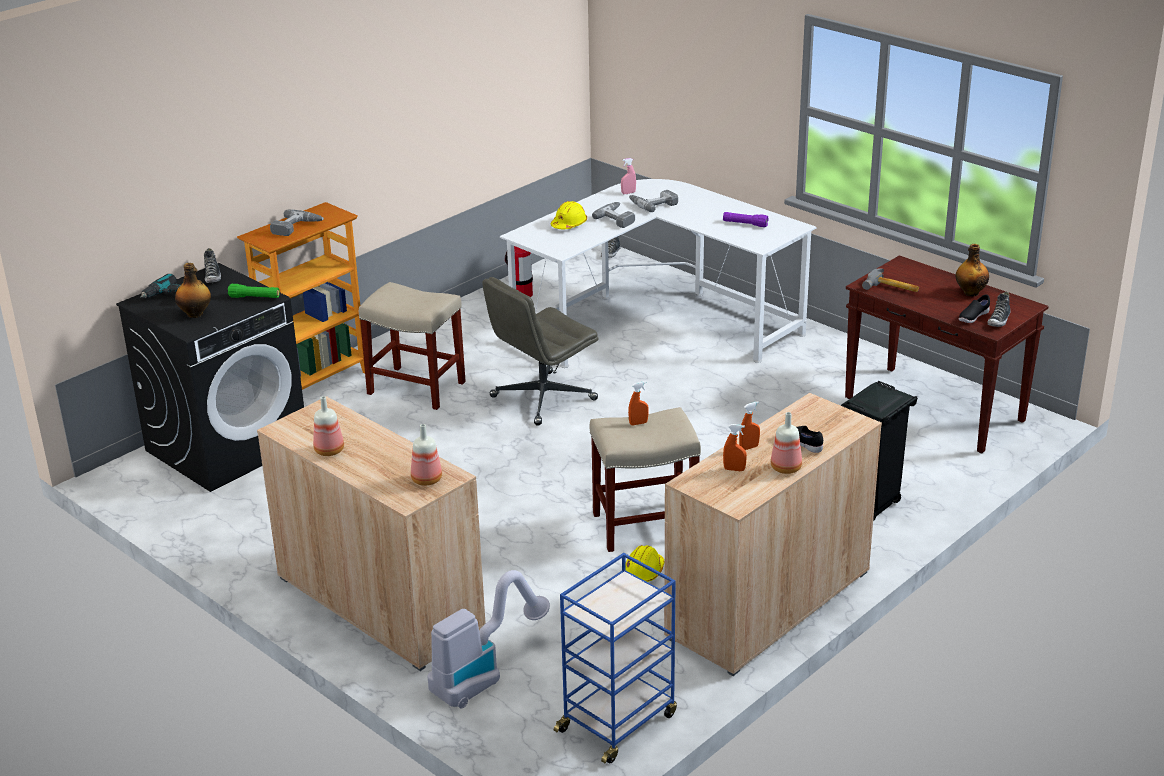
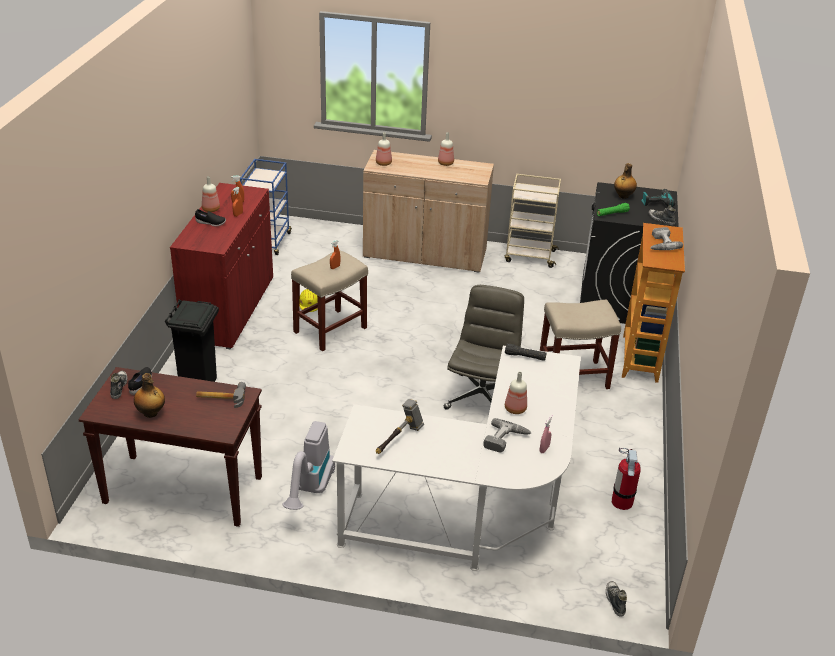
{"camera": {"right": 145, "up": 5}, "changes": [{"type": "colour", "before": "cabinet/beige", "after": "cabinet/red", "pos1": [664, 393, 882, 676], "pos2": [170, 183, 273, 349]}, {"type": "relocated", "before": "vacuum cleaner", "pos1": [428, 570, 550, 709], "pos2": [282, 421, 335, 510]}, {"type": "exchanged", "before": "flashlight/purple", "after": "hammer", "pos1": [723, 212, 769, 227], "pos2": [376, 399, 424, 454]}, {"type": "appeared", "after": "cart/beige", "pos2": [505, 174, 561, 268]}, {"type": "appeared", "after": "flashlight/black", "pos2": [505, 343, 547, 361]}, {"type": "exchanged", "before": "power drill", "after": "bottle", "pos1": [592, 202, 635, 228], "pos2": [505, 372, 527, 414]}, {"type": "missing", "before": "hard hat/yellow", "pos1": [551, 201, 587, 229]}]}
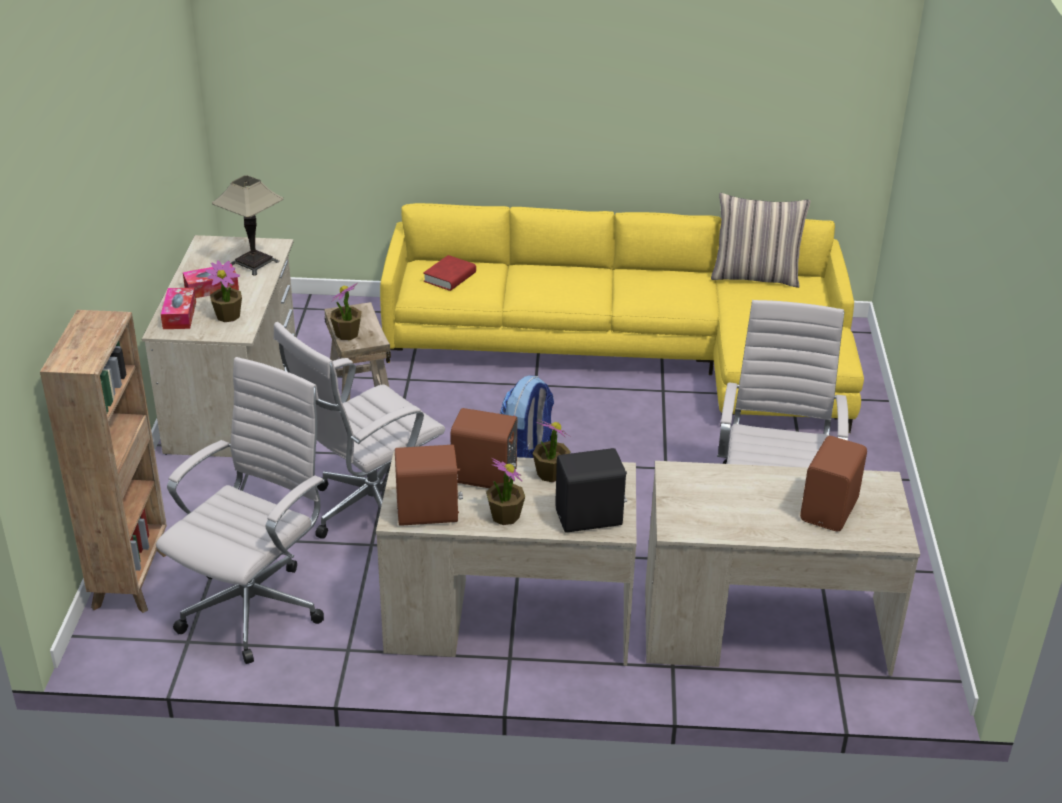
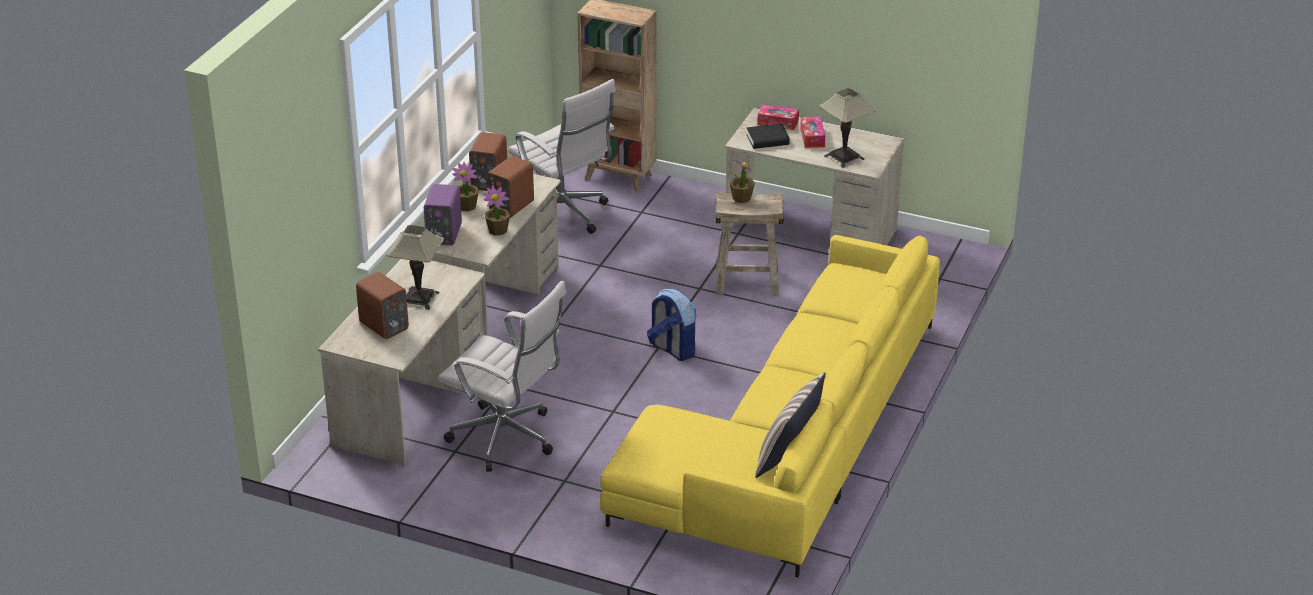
{"camera": {"right": 110, "up": 0}, "changes": [{"type": "appeared", "after": "table lamp", "pos2": [386, 225, 444, 310]}, {"type": "colour", "before": "speaker/black", "after": "speaker/purple", "pos1": [555, 448, 627, 533], "pos2": [424, 184, 462, 245]}, {"type": "exchanged", "before": "potted plant", "after": "book/black", "pos1": [206, 260, 242, 322], "pos2": [746, 124, 790, 149]}, {"type": "missing", "before": "office chair/white", "pos1": [274, 322, 445, 539]}, {"type": "missing", "before": "book/red", "pos1": [423, 255, 476, 291]}]}
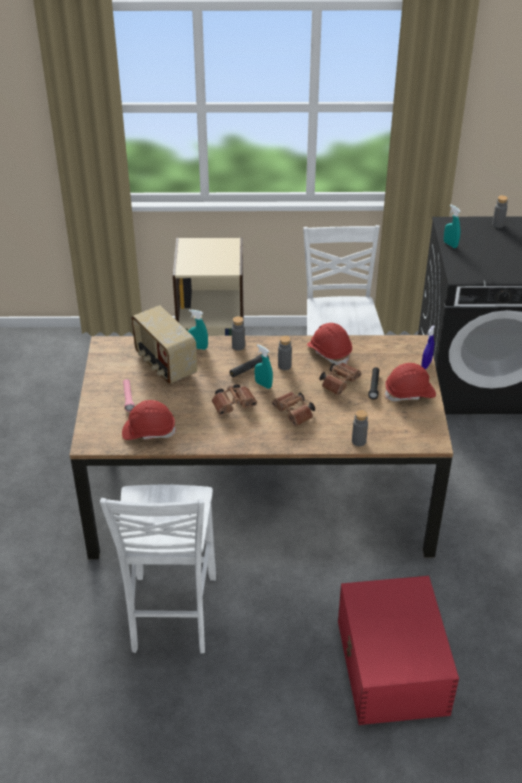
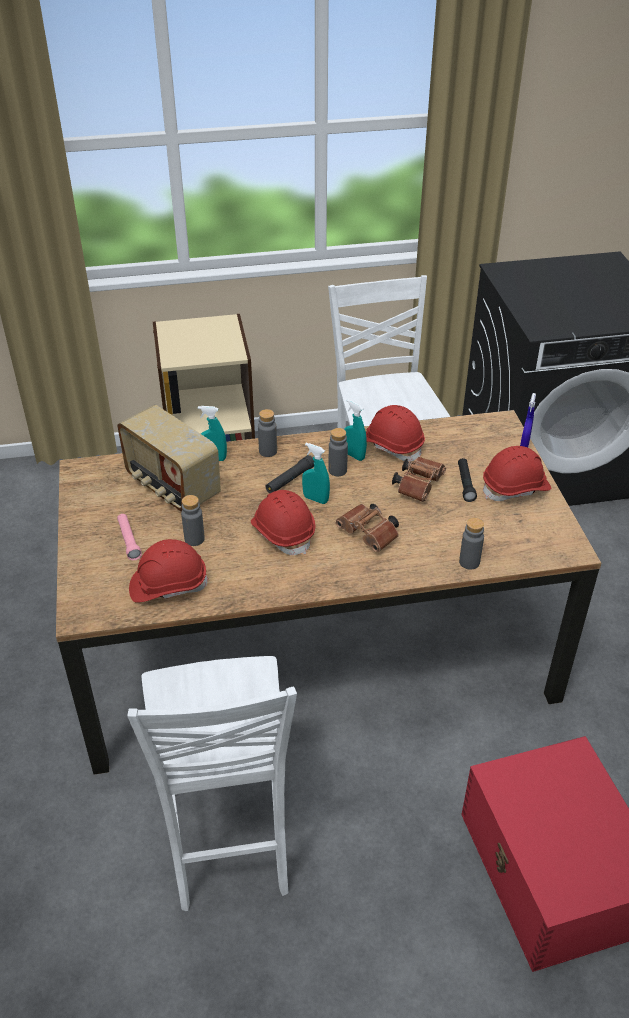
{"camera": {"right": -10, "up": 0}, "changes": [{"type": "relocated", "before": "bottle/grey", "pos1": [492, 195, 508, 228], "pos2": [181, 495, 205, 546]}, {"type": "exchanged", "before": "binoculars/brown", "after": "hard hat/red", "pos1": [212, 384, 257, 415], "pos2": [251, 490, 315, 555]}, {"type": "relocated", "before": "spray bottle/turquoise", "pos1": [444, 204, 461, 248], "pos2": [344, 399, 367, 461]}]}
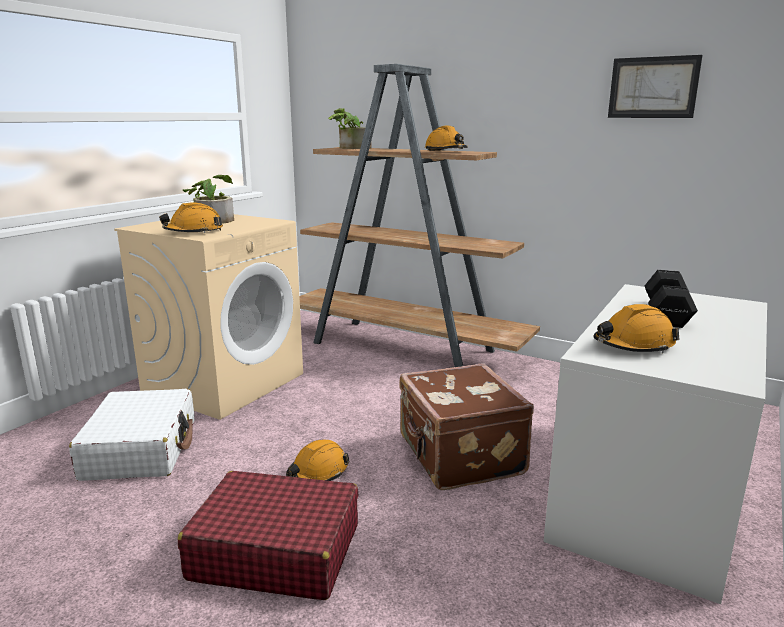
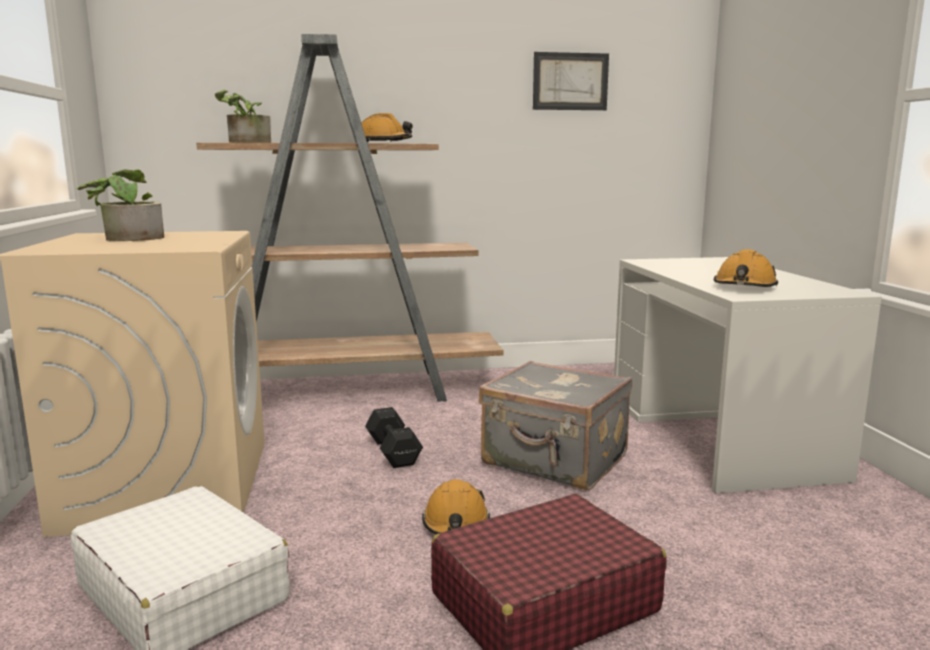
{"camera": {"right": -40, "up": -5}, "changes": [{"type": "relocated", "before": "dumbbell/black", "pos1": [645, 270, 698, 328], "pos2": [365, 407, 423, 468]}, {"type": "colour", "before": "suitcase/brown", "after": "suitcase/grey", "pos1": [399, 363, 534, 490], "pos2": [479, 361, 632, 490]}, {"type": "missing", "before": "hard hat/orange", "pos1": [159, 202, 223, 233]}]}
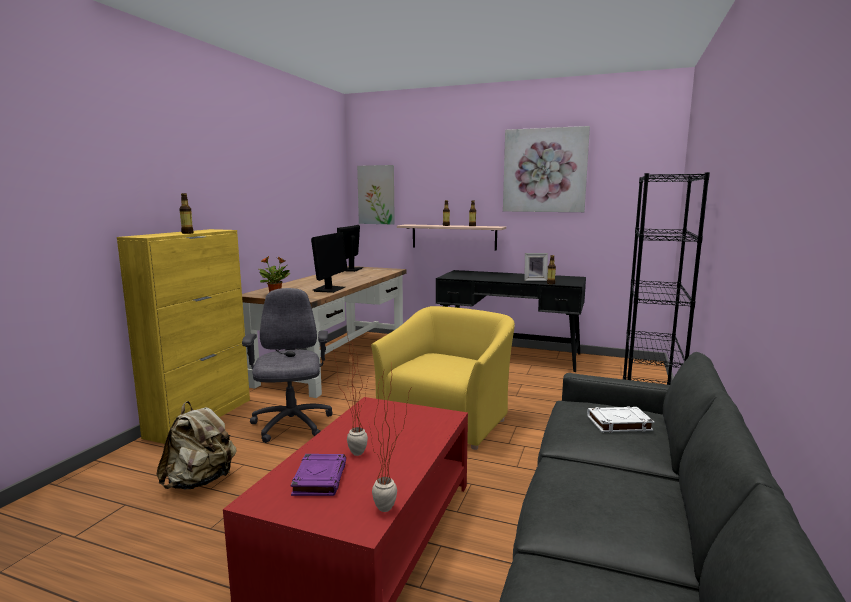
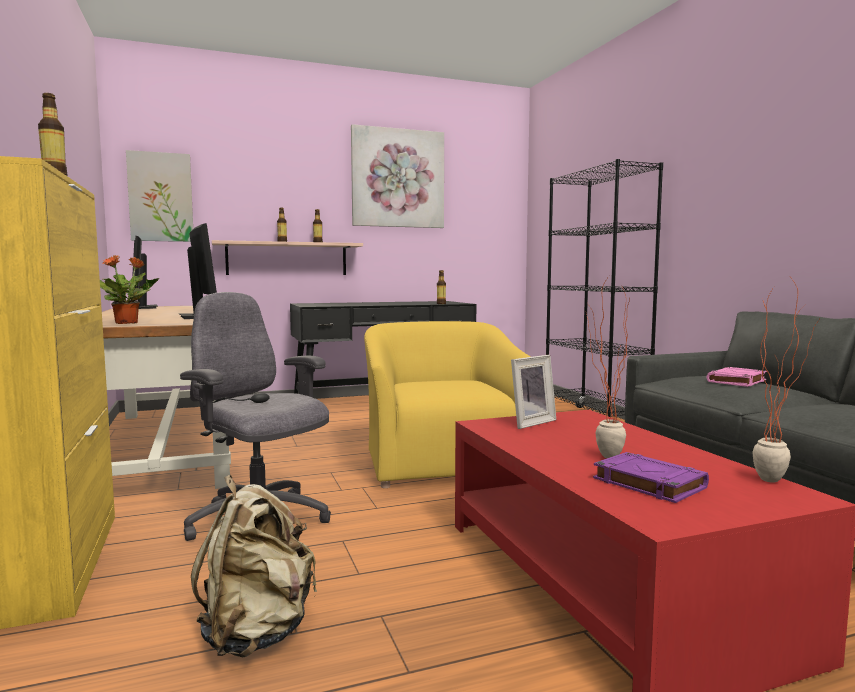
{"camera": {"right": -40, "up": -5}, "changes": [{"type": "relocated", "before": "picture frame", "pos1": [524, 253, 548, 281], "pos2": [511, 355, 556, 429]}, {"type": "colour", "before": "book/white", "after": "book/pink", "pos1": [587, 406, 654, 432], "pos2": [707, 367, 767, 387]}]}
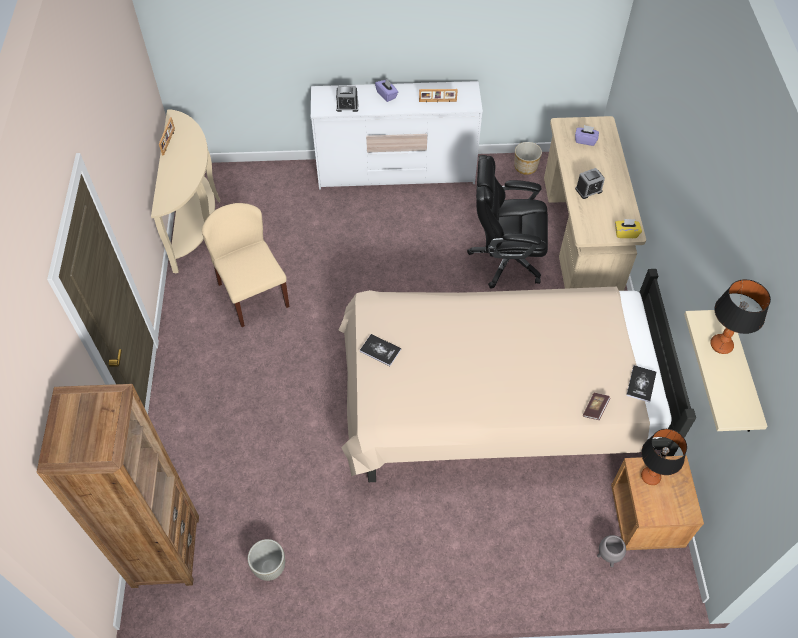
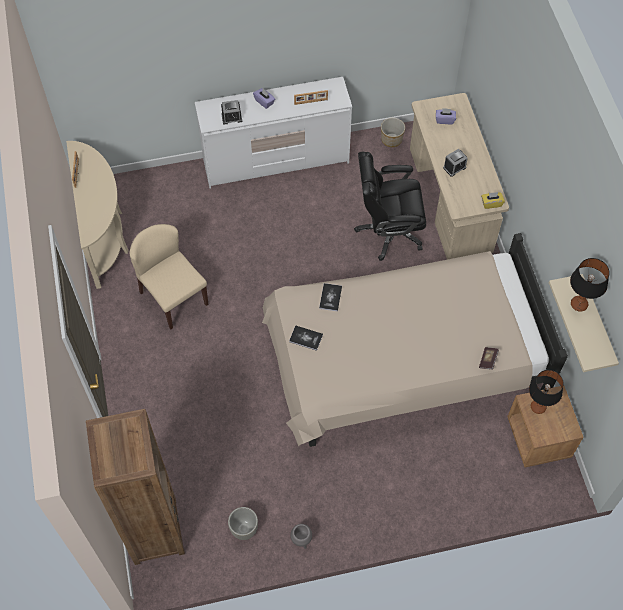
{"camera": {"right": -10, "up": 5}, "changes": [{"type": "relocated", "before": "planter/grey", "pos1": [597, 535, 626, 567], "pos2": [291, 524, 312, 549]}, {"type": "relocated", "before": "book", "pos1": [626, 365, 656, 402], "pos2": [319, 283, 342, 311]}]}
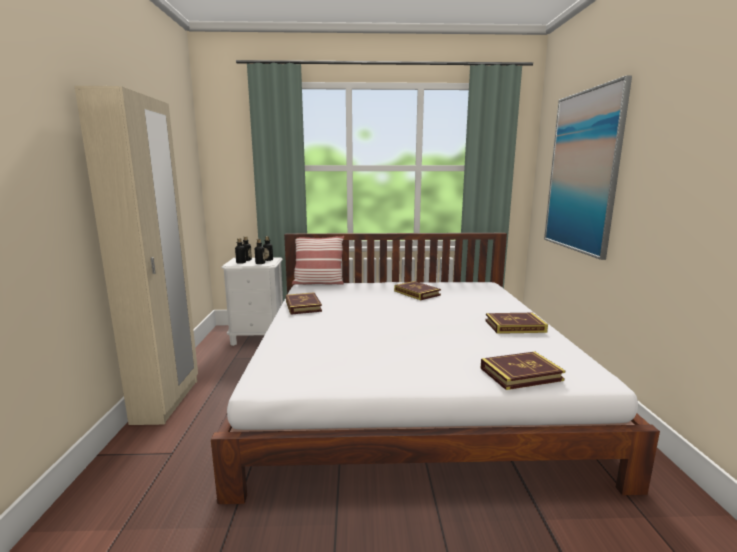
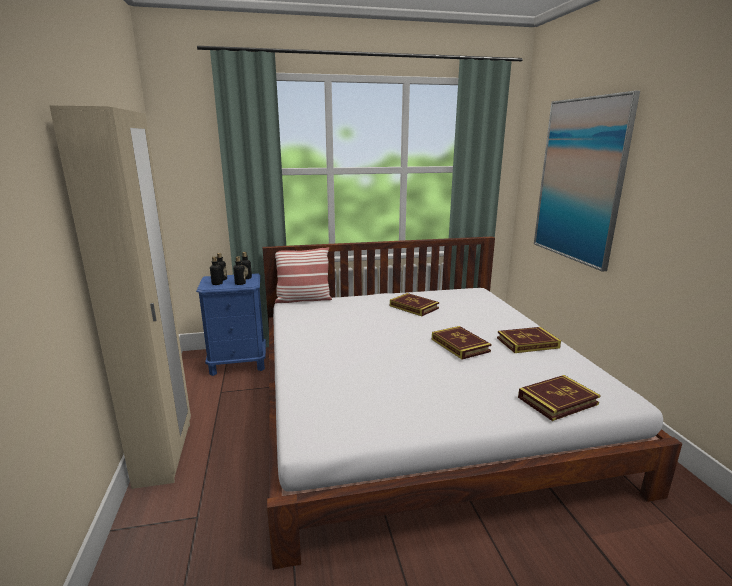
{"camera": {"right": -10, "up": 5}, "changes": [{"type": "colour", "before": "nightstand/white", "after": "nightstand/blue", "pos1": [221, 258, 283, 346], "pos2": [196, 273, 266, 376]}, {"type": "relocated", "before": "book", "pos1": [286, 292, 322, 315], "pos2": [432, 326, 491, 359]}]}
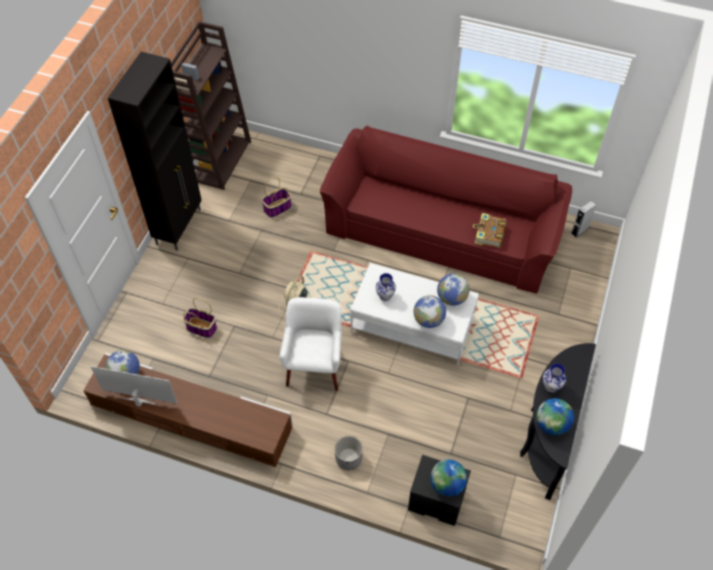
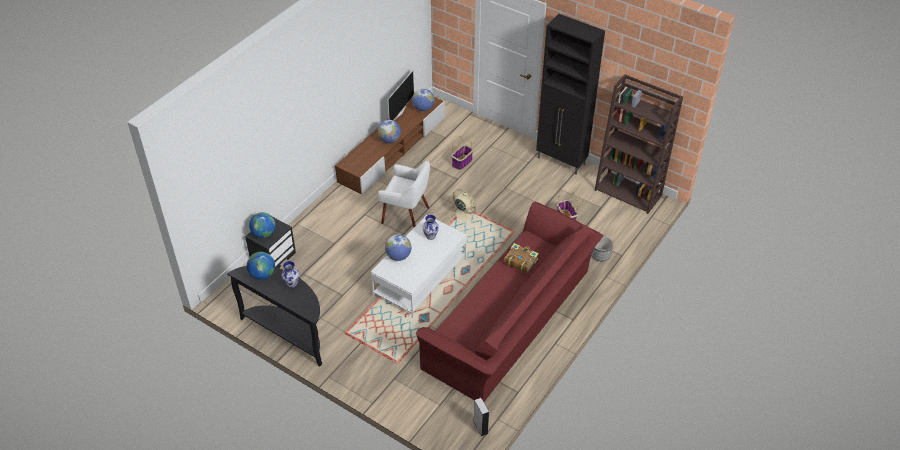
{"camera": {"right": 105, "up": -10}, "changes": [{"type": "relocated", "before": "globe", "pos1": [437, 274, 470, 306], "pos2": [378, 120, 401, 143]}, {"type": "relocated", "before": "book", "pos1": [473, 213, 507, 248], "pos2": [504, 243, 539, 273]}, {"type": "relocated", "before": "planter", "pos1": [334, 436, 363, 470], "pos2": [591, 236, 613, 261]}]}
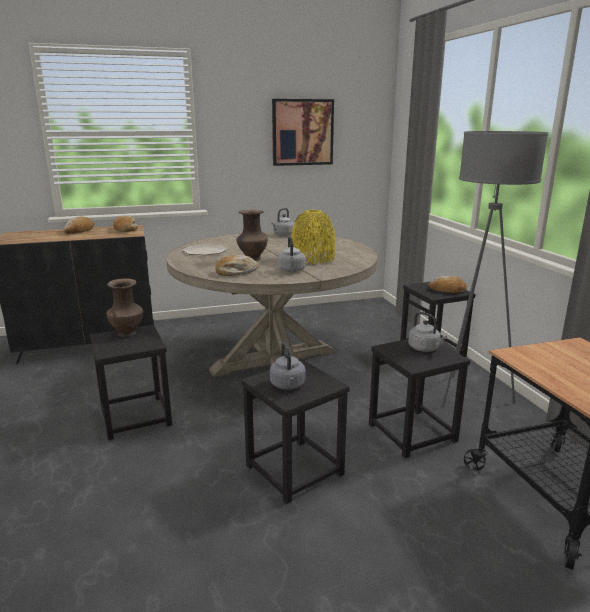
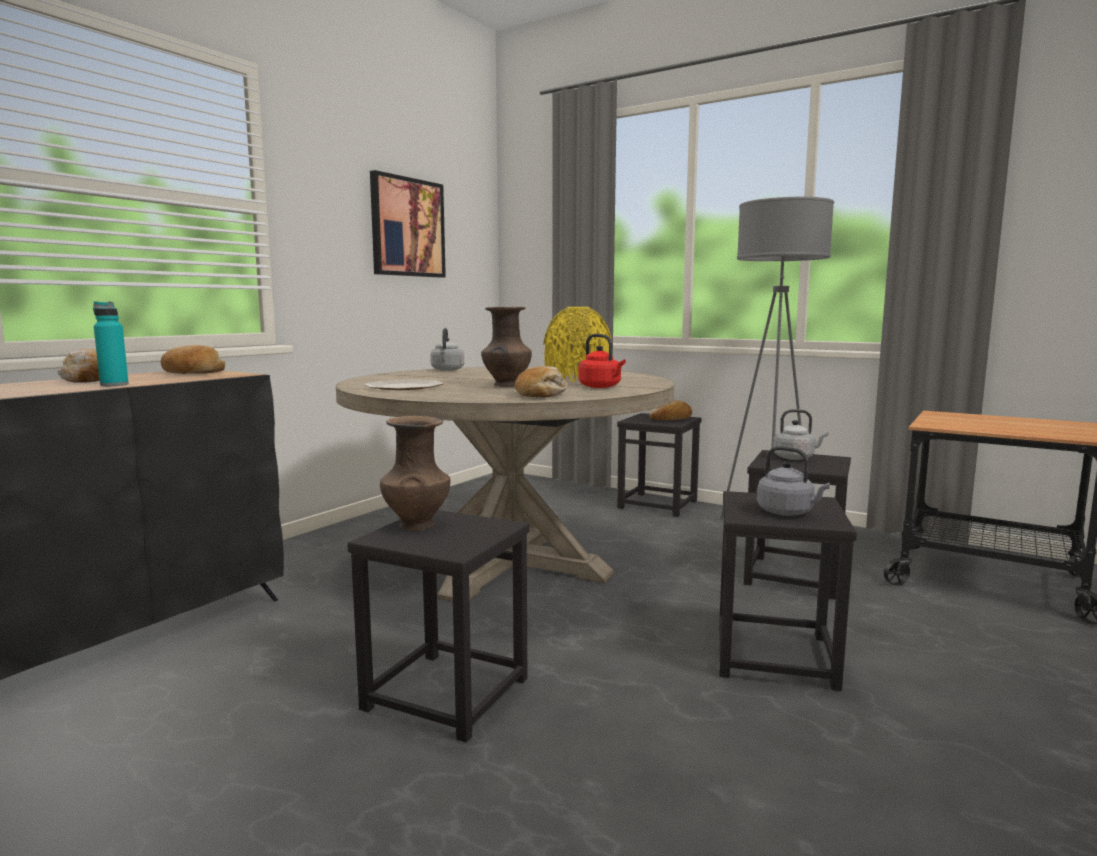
{"camera": {"right": -40, "up": -10}, "changes": [{"type": "appeared", "after": "bottle/turquoise", "pos2": [93, 301, 129, 386]}, {"type": "colour", "before": "kettle/grey", "after": "kettle/red", "pos1": [278, 236, 306, 272], "pos2": [578, 334, 626, 388]}]}
